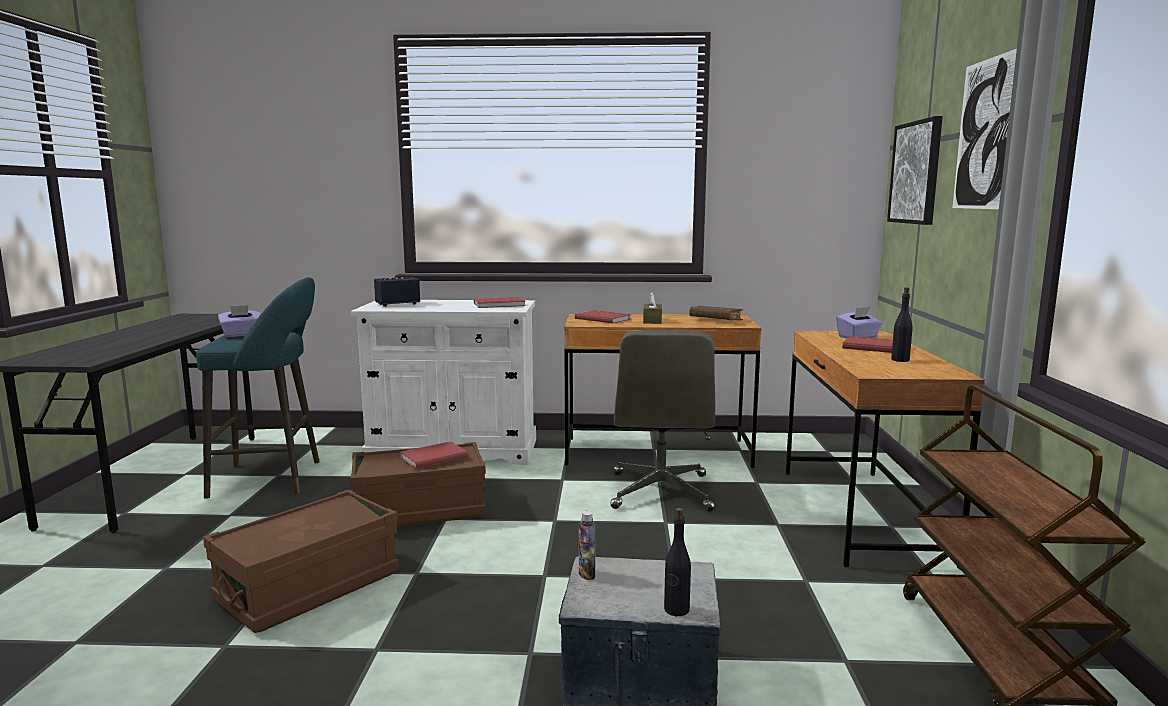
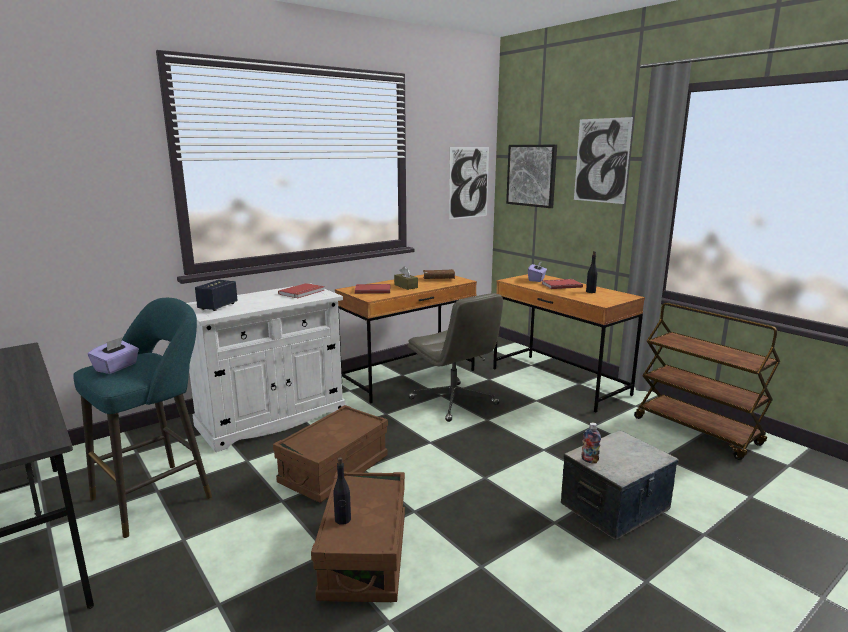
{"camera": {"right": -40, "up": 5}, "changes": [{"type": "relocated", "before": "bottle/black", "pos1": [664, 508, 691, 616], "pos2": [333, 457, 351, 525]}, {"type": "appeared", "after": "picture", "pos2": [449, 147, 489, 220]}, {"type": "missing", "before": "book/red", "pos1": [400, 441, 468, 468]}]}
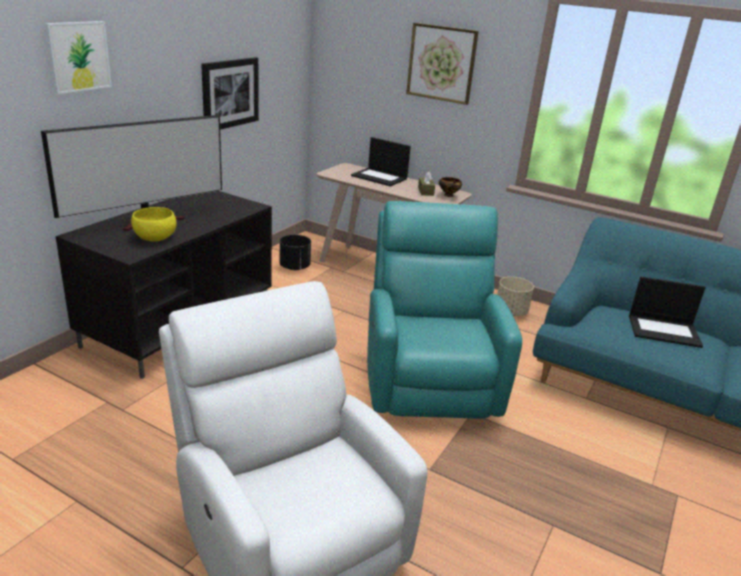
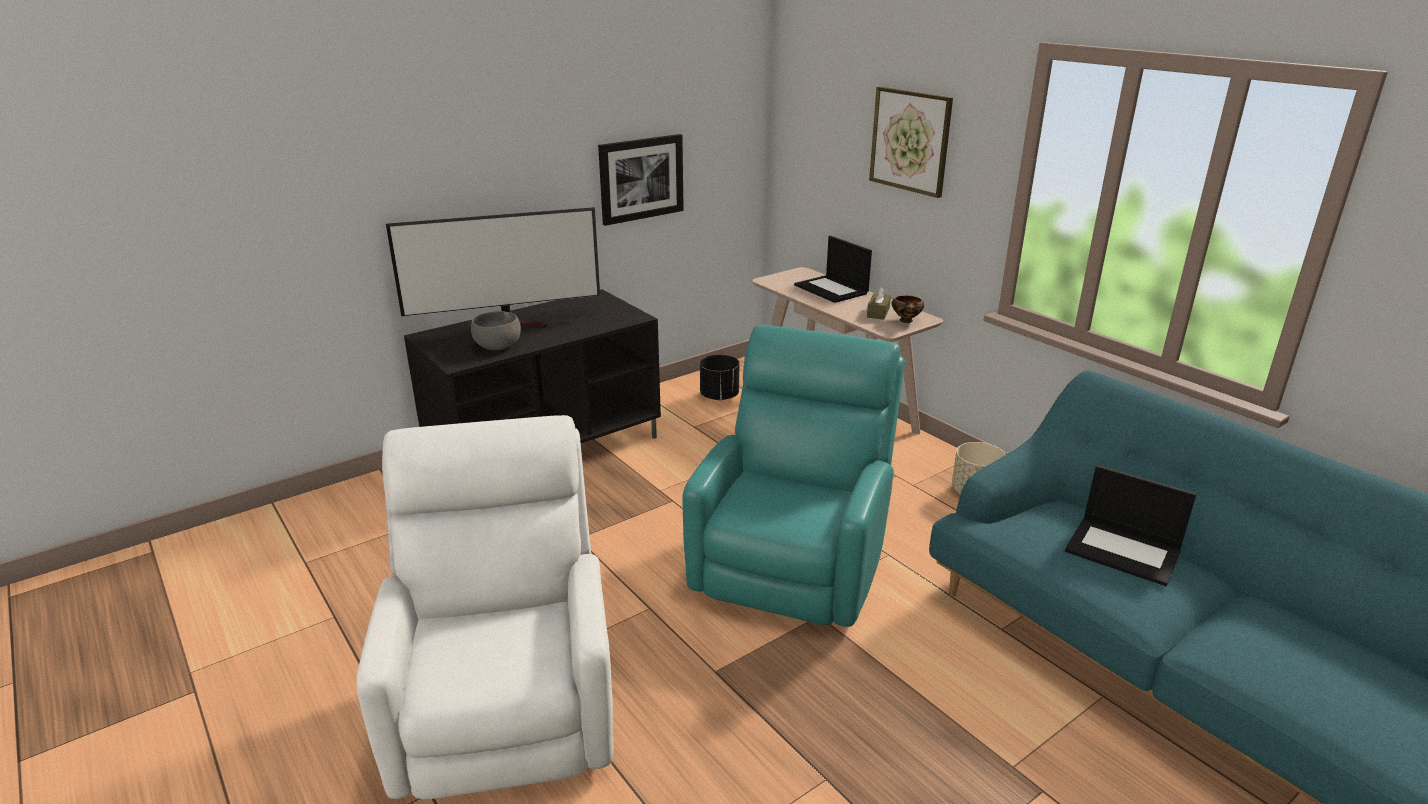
{"camera": {"right": 25, "up": 0}, "changes": [{"type": "colour", "before": "bowl/yellow", "after": "bowl/grey", "pos1": [131, 207, 177, 242], "pos2": [471, 311, 521, 350]}, {"type": "missing", "before": "picture", "pos1": [45, 21, 112, 94]}]}
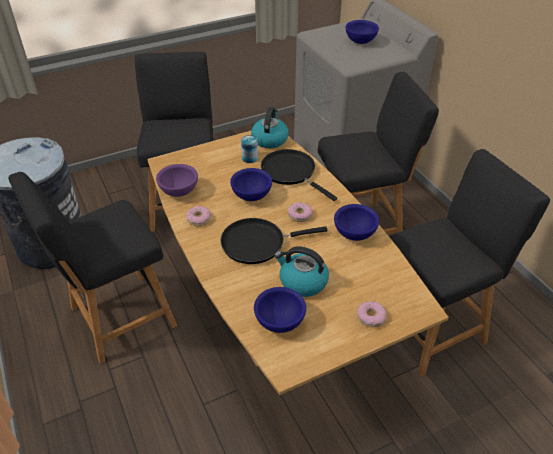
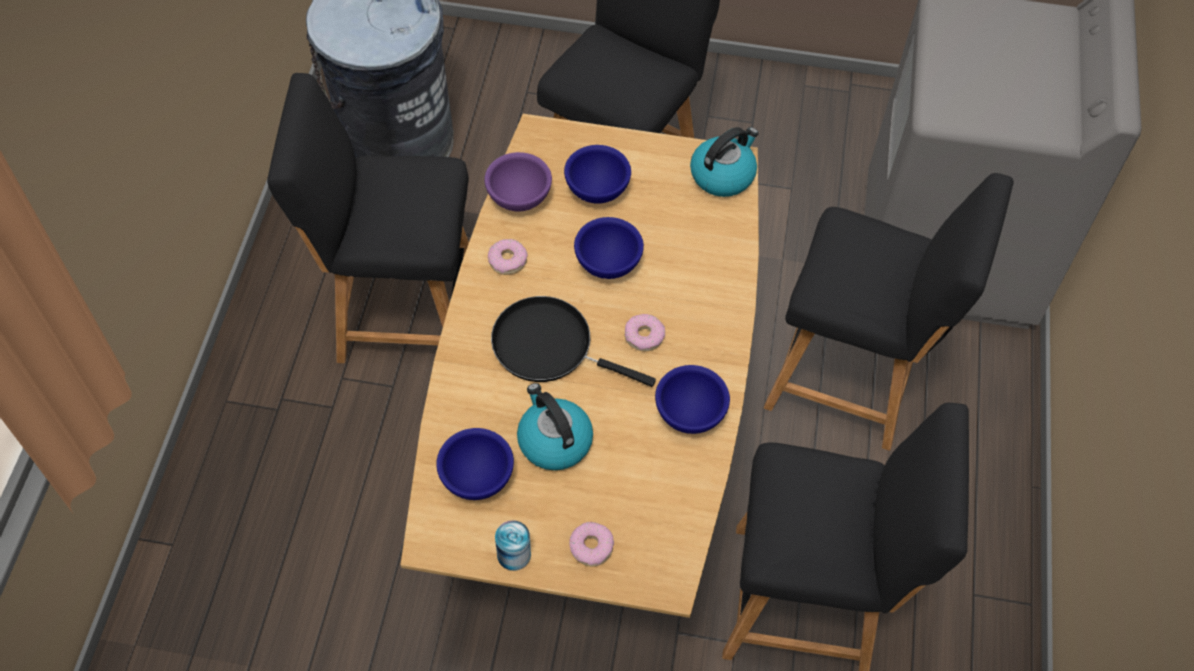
{"camera": {"right": 35, "up": 15}, "changes": [{"type": "relocated", "before": "can", "pos1": [241, 135, 258, 163], "pos2": [495, 520, 531, 571]}, {"type": "relocated", "before": "bowl/blue", "pos1": [346, 20, 379, 44], "pos2": [564, 145, 631, 204]}, {"type": "missing", "before": "frying pan/black", "pos1": [261, 149, 337, 201]}]}
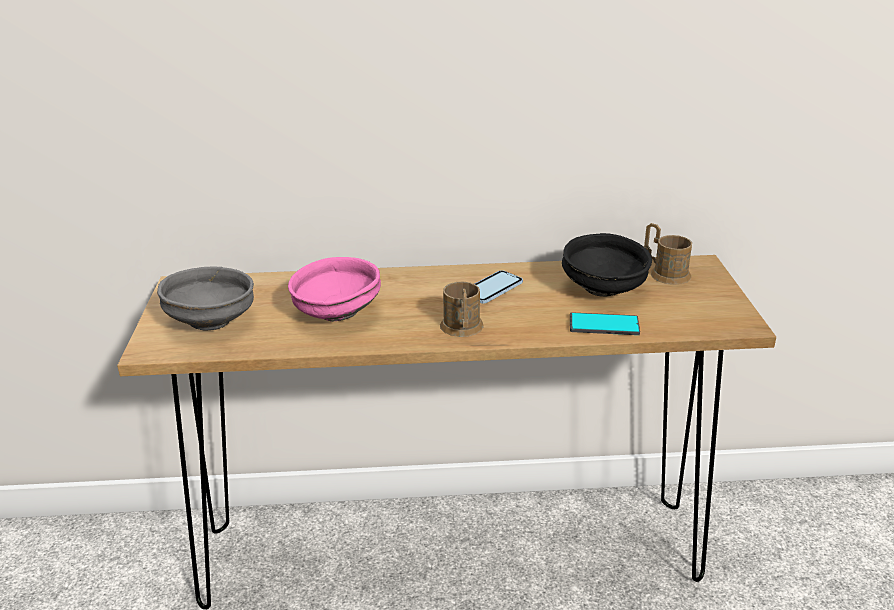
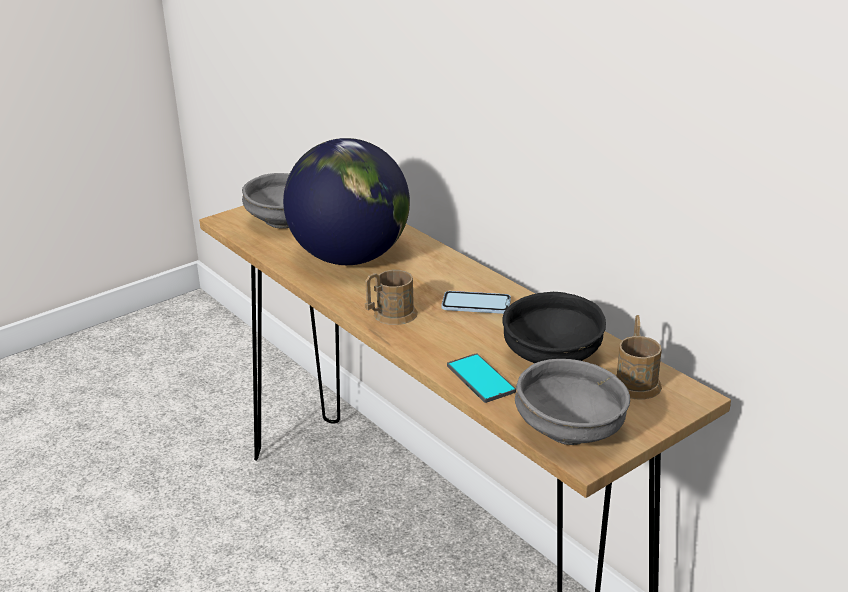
{"camera": {"right": 55, "up": 0}, "changes": [{"type": "exchanged", "before": "bowl/pink", "after": "globe", "pos1": [288, 257, 381, 322], "pos2": [283, 138, 410, 265]}, {"type": "appeared", "after": "bowl/grey", "pos2": [515, 359, 630, 445]}]}
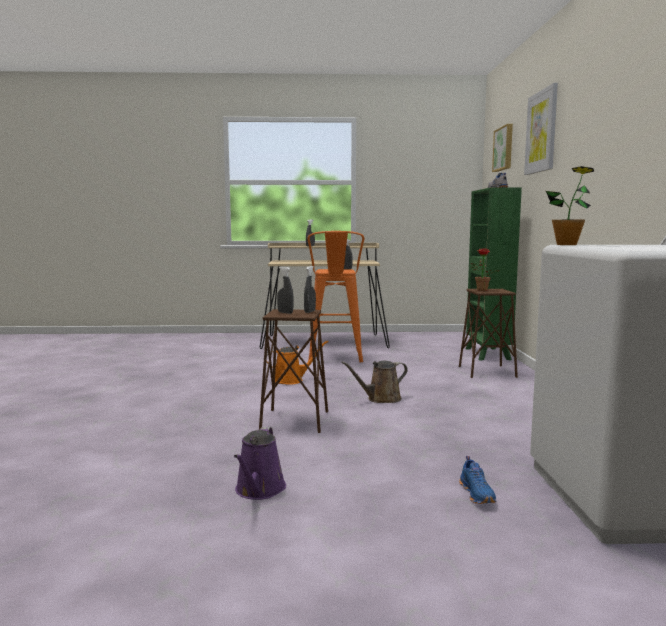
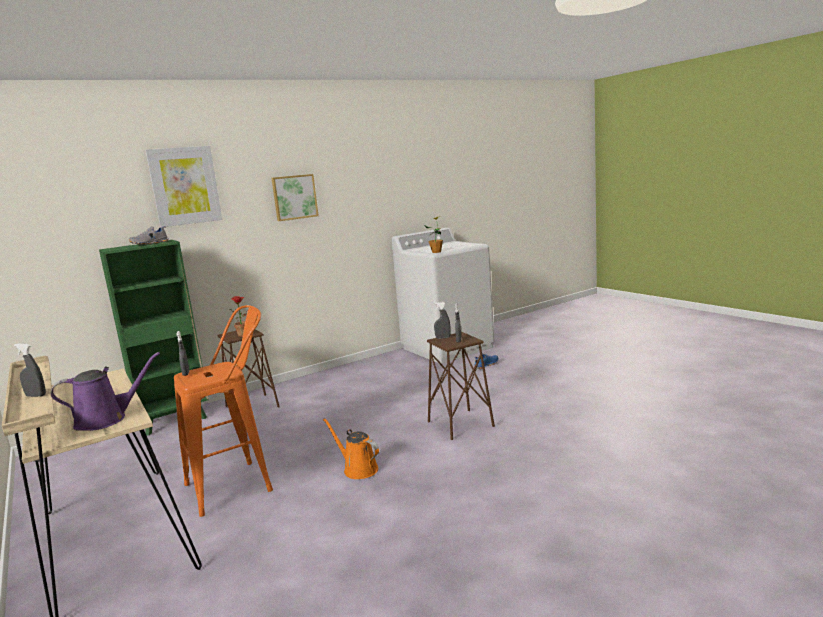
{"camera": {"right": -120, "up": 5}, "changes": [{"type": "relocated", "before": "watering can/purple", "pos1": [234, 427, 286, 500], "pos2": [50, 352, 160, 431]}, {"type": "relocated", "before": "picture", "pos1": [492, 124, 513, 172], "pos2": [271, 174, 319, 221]}, {"type": "missing", "before": "watering can/brown", "pos1": [341, 361, 408, 403]}]}
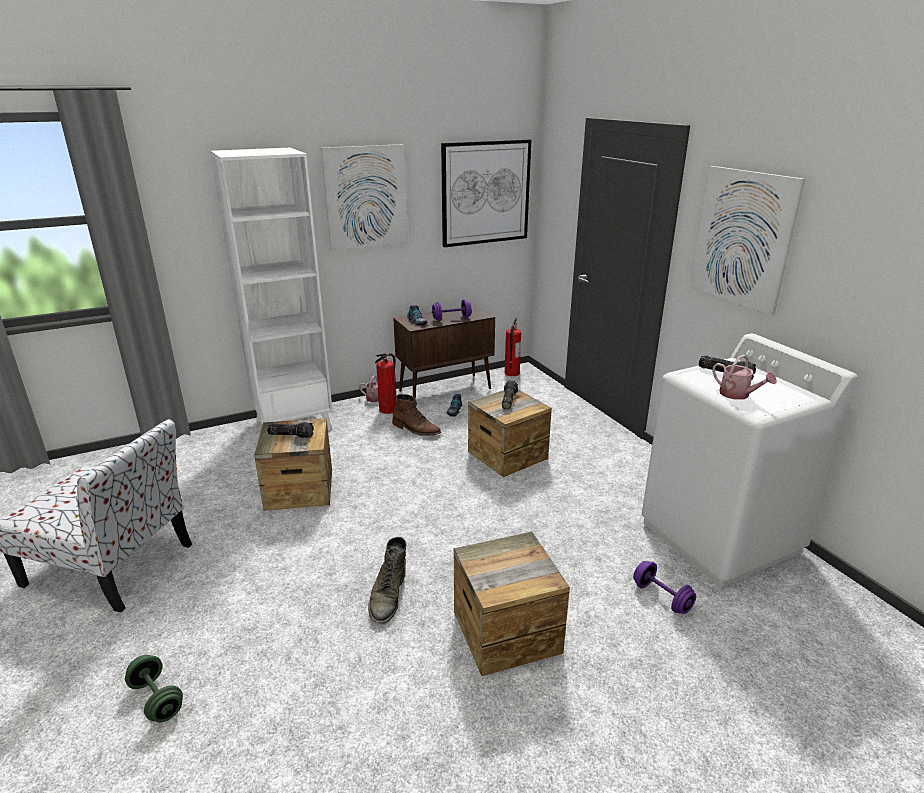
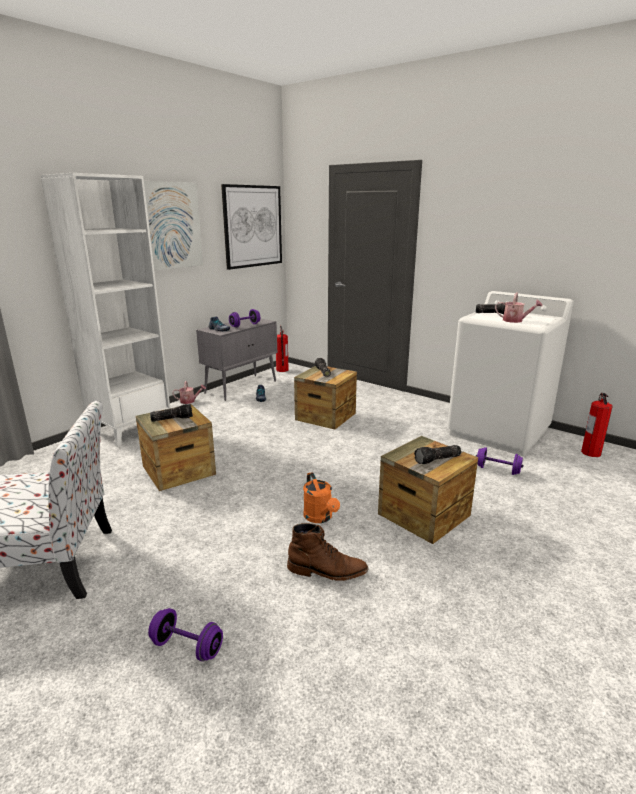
{"camera": {"right": -25, "up": -5}, "changes": [{"type": "colour", "before": "dumbbell/green", "after": "dumbbell/purple", "pos1": [125, 655, 183, 723], "pos2": [148, 608, 223, 661]}, {"type": "colour", "before": "cabinet/brown", "after": "cabinet/grey", "pos1": [393, 305, 495, 399], "pos2": [196, 318, 277, 401]}, {"type": "relocated", "before": "boot/brown", "pos1": [392, 394, 441, 436], "pos2": [287, 523, 368, 581]}, {"type": "exchanged", "before": "boot/green", "after": "watering can/orange", "pos1": [368, 537, 407, 624], "pos2": [303, 472, 340, 523]}, {"type": "appeared", "after": "flashlight", "pos2": [414, 445, 461, 464]}, {"type": "relocated", "before": "fire extinguisher", "pos1": [375, 353, 396, 414], "pos2": [581, 393, 613, 457]}, {"type": "missing", "before": "picture", "pos1": [690, 166, 805, 316]}]}
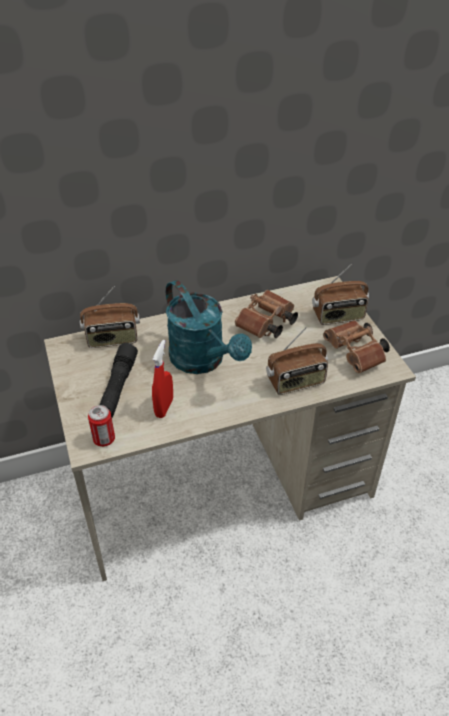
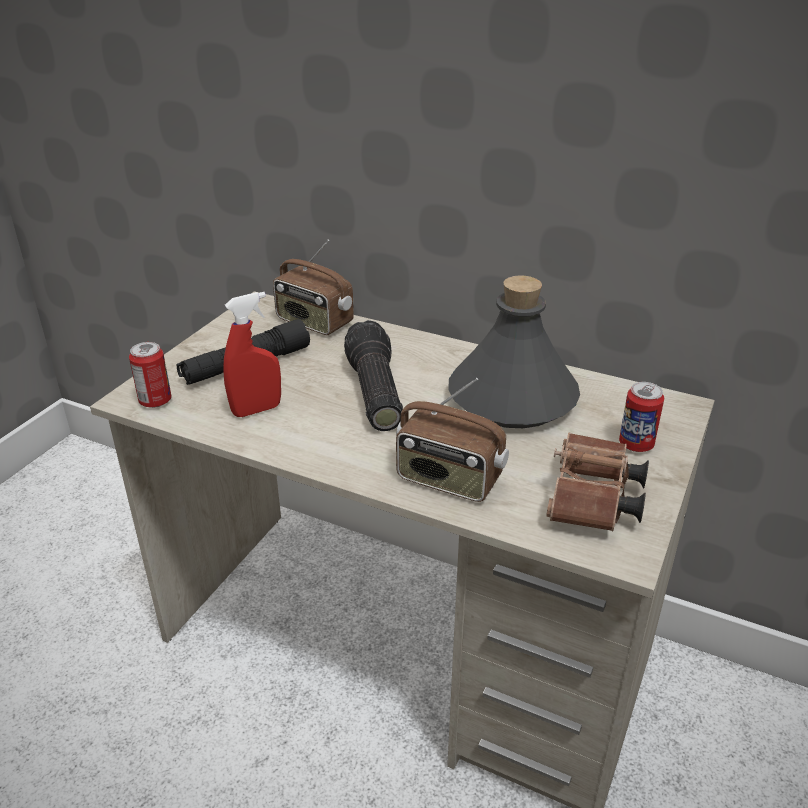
{"camera": {"right": 45, "up": -10}, "changes": [{"type": "exchanged", "before": "watering can/turquoise", "after": "flashlight", "pos1": [166, 280, 252, 374], "pos2": [344, 320, 403, 431]}, {"type": "exchanged", "before": "binoculars/brown", "after": "bottle/grey", "pos1": [235, 290, 298, 338], "pos2": [448, 275, 580, 428]}, {"type": "exchanged", "before": "radio", "after": "can", "pos1": [312, 264, 369, 325], "pos2": [619, 382, 664, 452]}]}
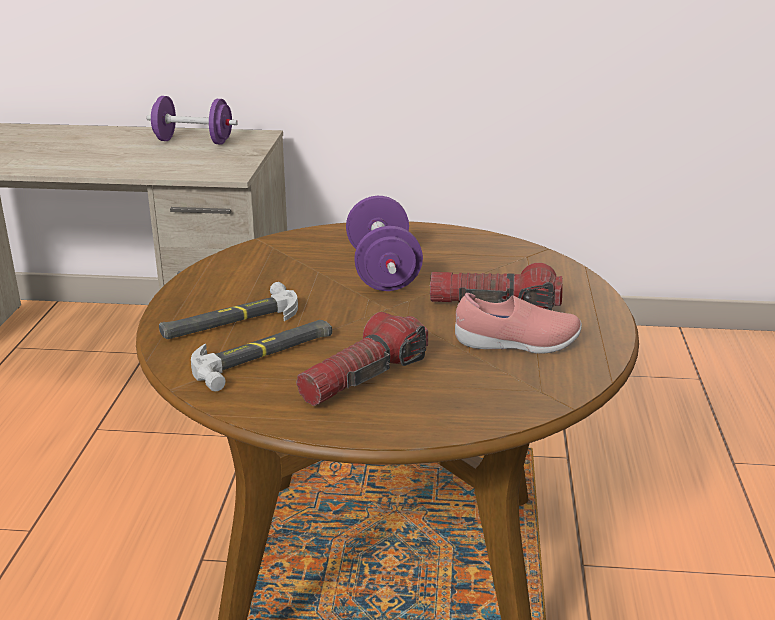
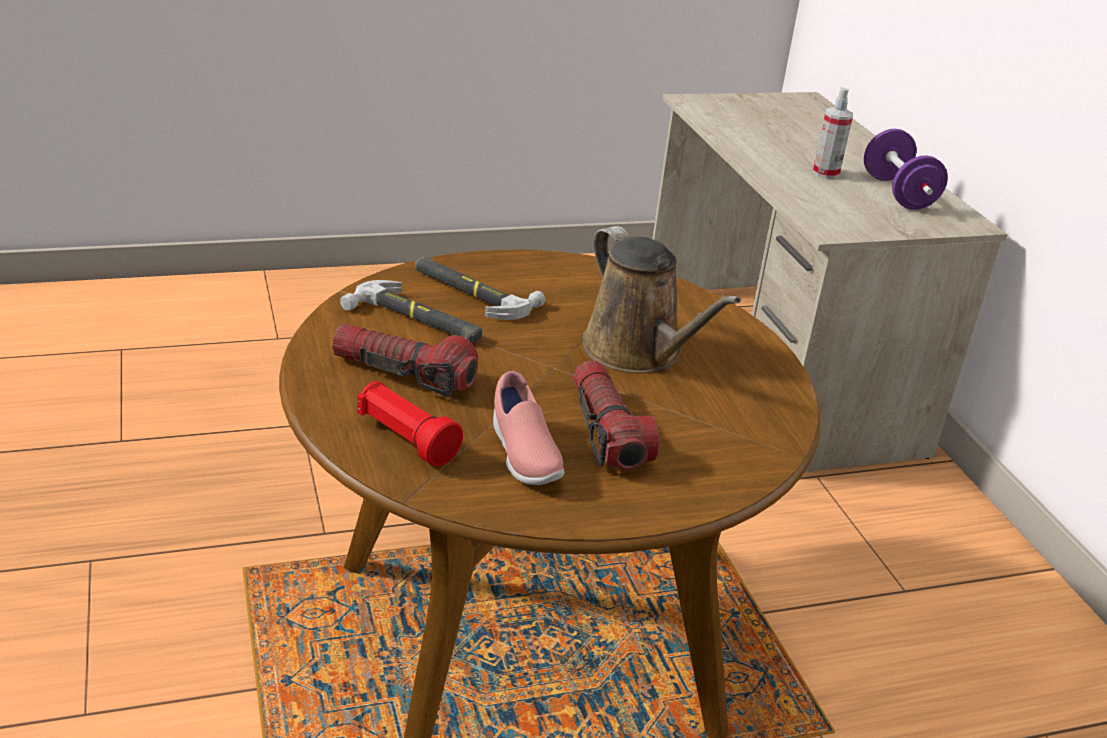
{"camera": {"right": 65, "up": 5}, "changes": [{"type": "appeared", "after": "flashlight/red", "pos2": [357, 381, 463, 466]}, {"type": "exchanged", "before": "dumbbell/purple", "after": "watering can/brown", "pos1": [346, 196, 423, 291], "pos2": [582, 226, 741, 373]}, {"type": "appeared", "after": "spray bottle", "pos2": [813, 87, 853, 179]}]}
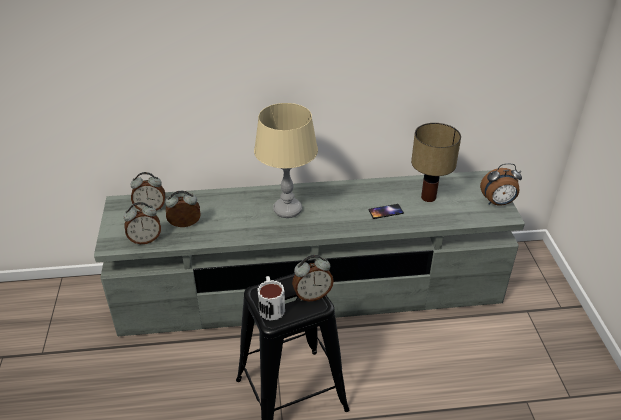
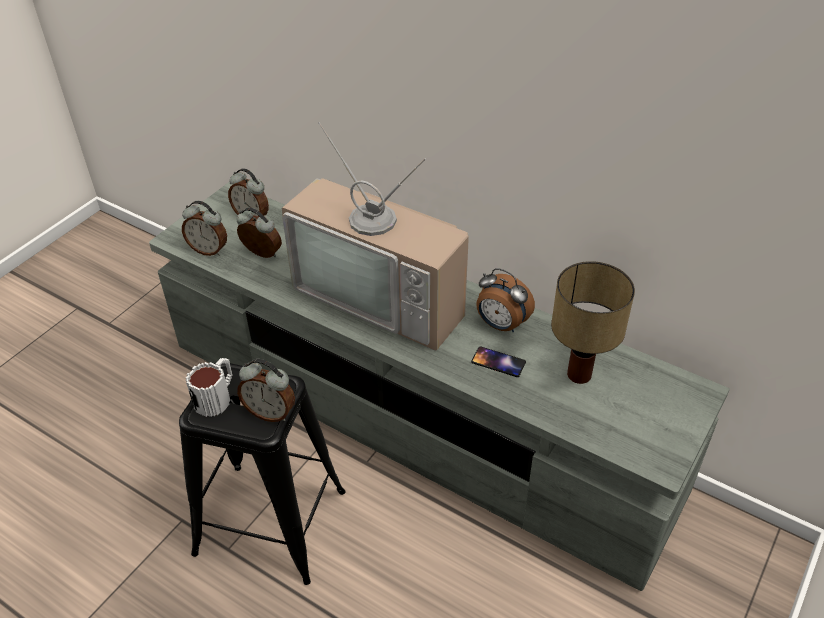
{"camera": {"right": 40, "up": 5}, "changes": [{"type": "exchanged", "before": "table lamp/beige", "after": "television", "pos1": [254, 103, 318, 218], "pos2": [281, 122, 469, 350]}, {"type": "relocated", "before": "alarm clock", "pos1": [480, 163, 522, 206], "pos2": [476, 268, 535, 333]}]}
